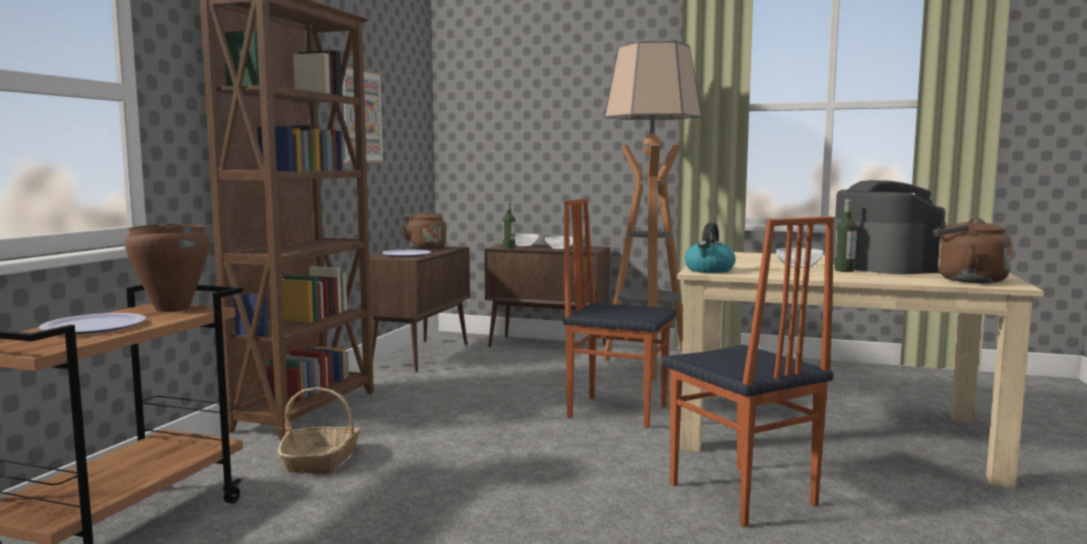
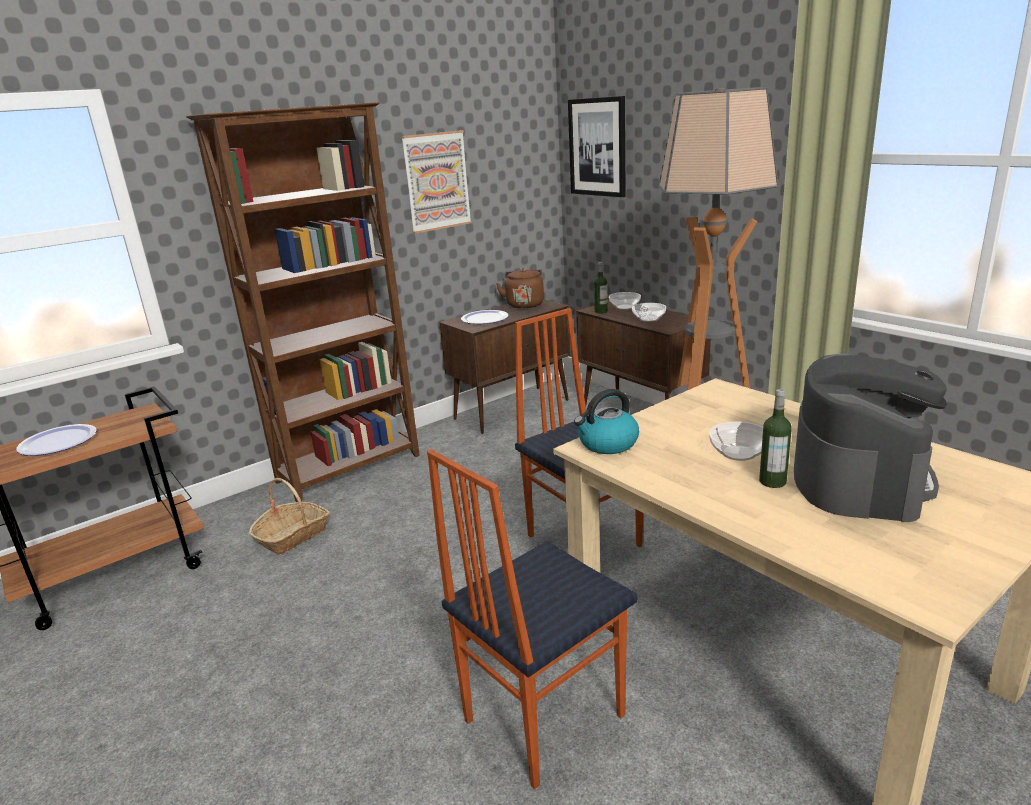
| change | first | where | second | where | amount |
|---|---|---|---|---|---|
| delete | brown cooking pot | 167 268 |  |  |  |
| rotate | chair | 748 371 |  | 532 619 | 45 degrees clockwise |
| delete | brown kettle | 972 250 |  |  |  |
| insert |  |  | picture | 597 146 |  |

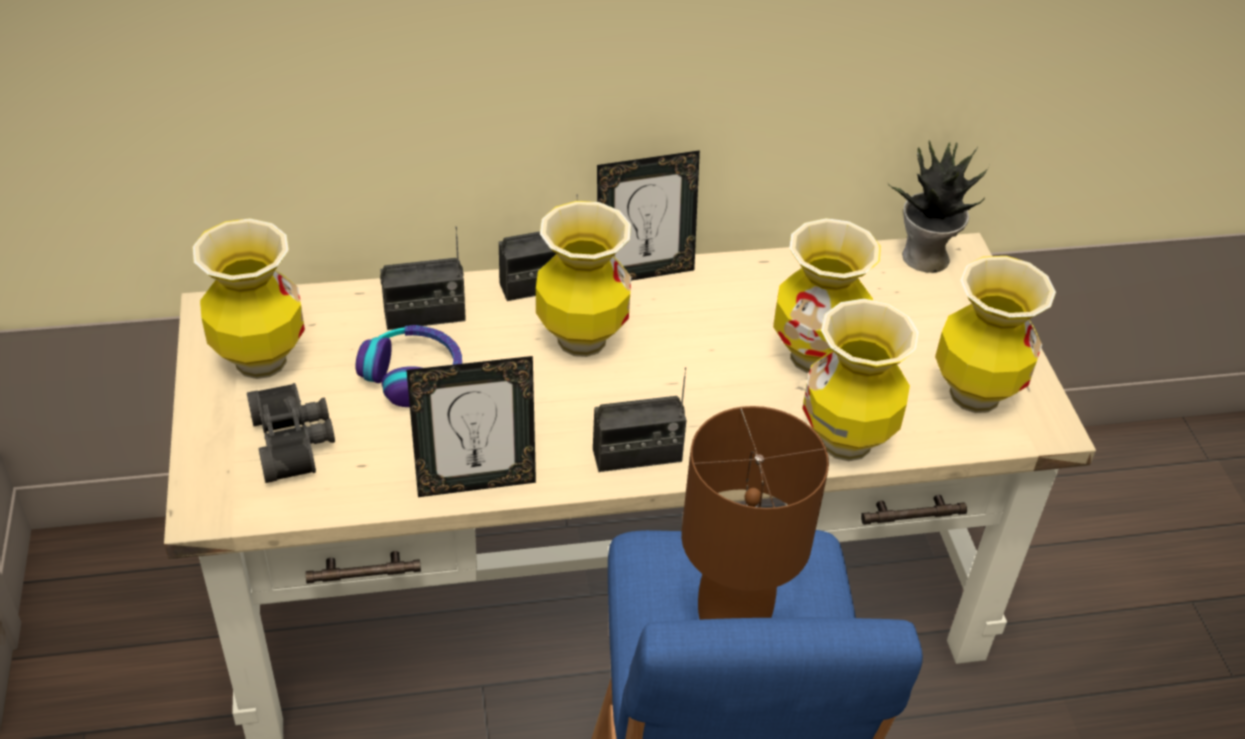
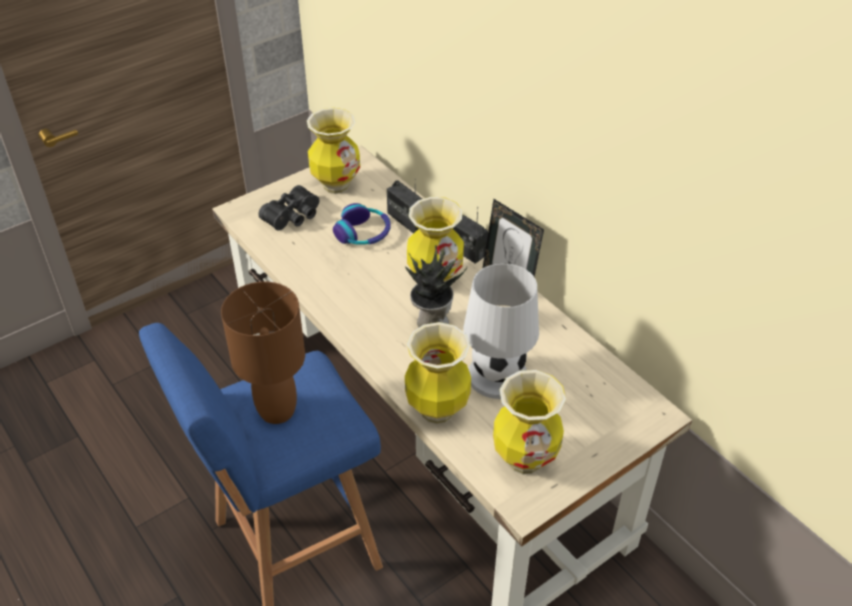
| change | first | where | second | where | amount |
|---|---|---|---|---|---|
| delete | picture frame | 471 426 |  |  |  |
| delete | radio | 640 419 |  |  |  |
| replace | vase | 827 295 | white table lamp | 501 331 |  |
| move | potted plant | 938 206 |  | 436 286 |  |

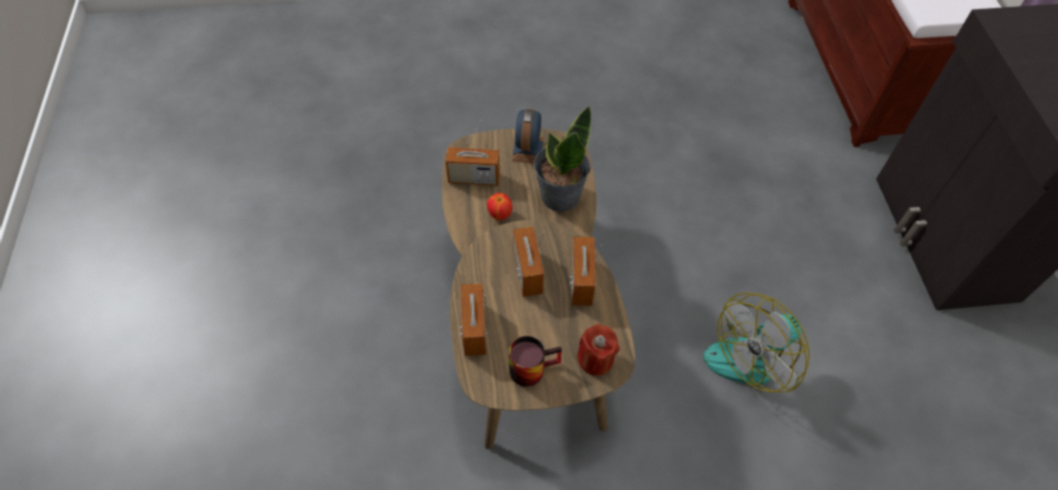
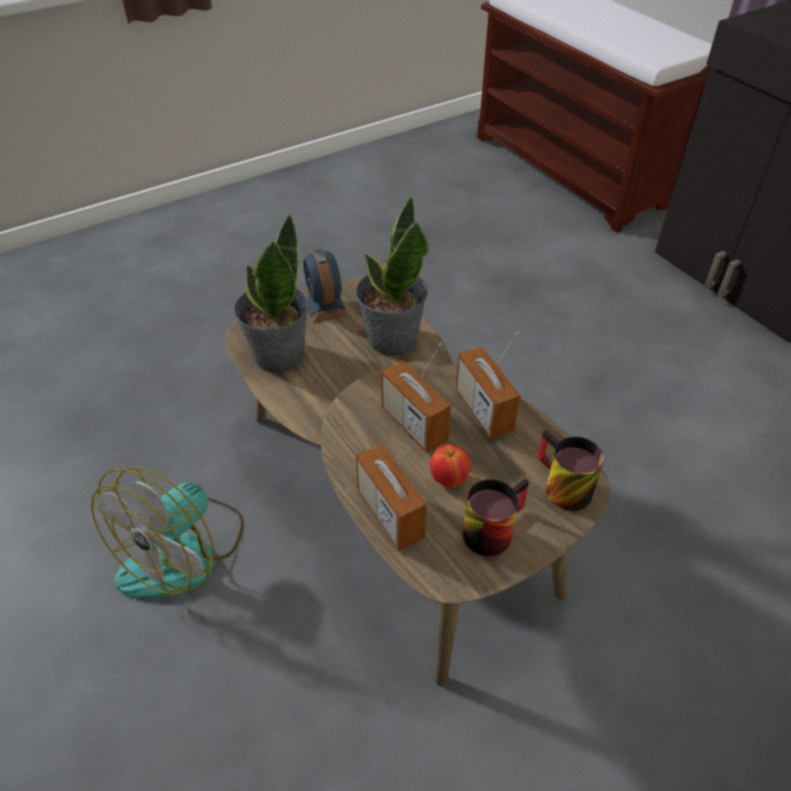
| change | first | where | second | where | amount |
|---|---|---|---|---|---|
| replace | radio | 473 153 | potted plant | 271 293 |  |
| move | apple | 500 206 |  | 450 466 |  |
| replace | red candle | 598 350 | mug | 570 470 |  |
| move | fan | 756 342 |  | 167 533 |  |

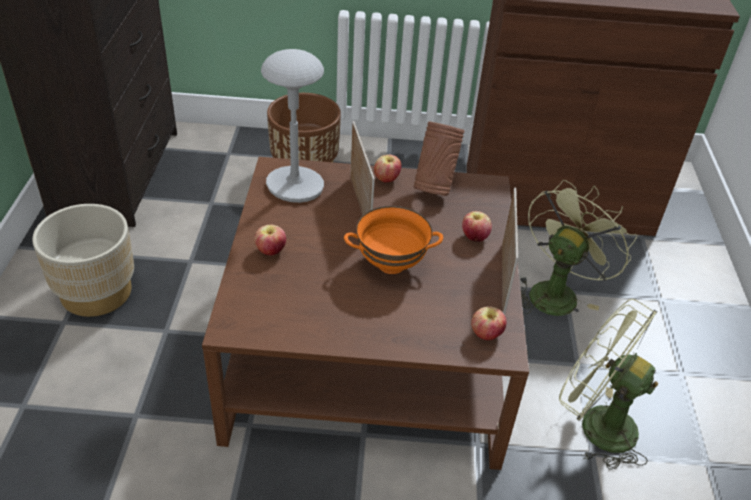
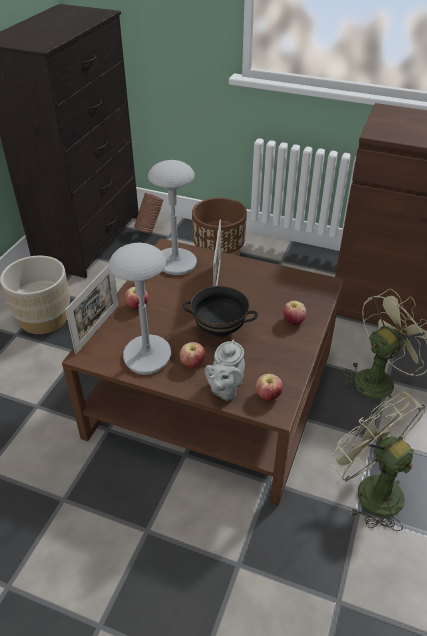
| change | first | where | second | where | amount |
|---|---|---|---|---|---|
| recolor | orange bowl | 393 240 | black bowl | 220 312 |  |
| move | apple | 388 168 |  | 192 355 |  |
| move | brown vase | 438 159 |  | 148 213 |  |
| move | picture frame | 510 251 |  | 92 309 |  |
| insert |  |  | grey table lamp | 140 309 |  |
| insert |  |  | grey teapot | 225 370 |  |

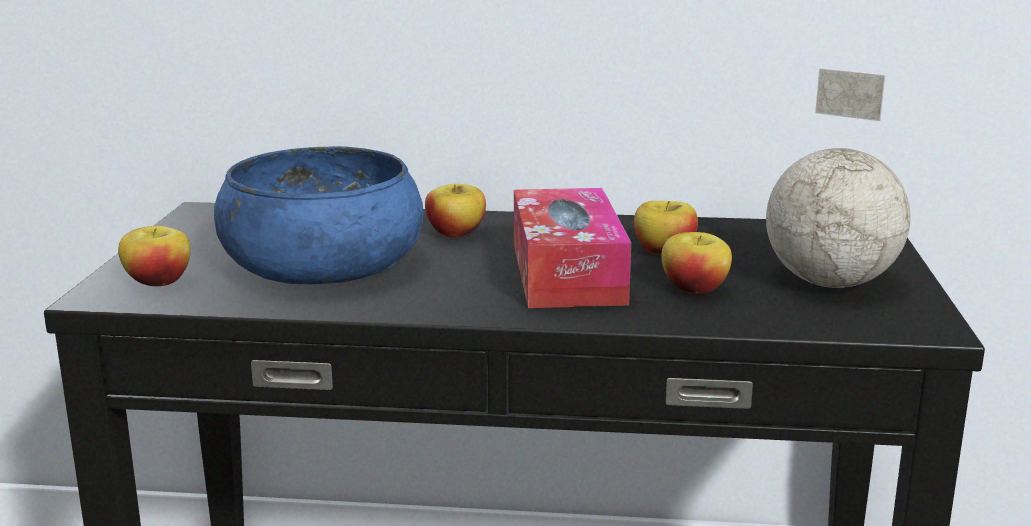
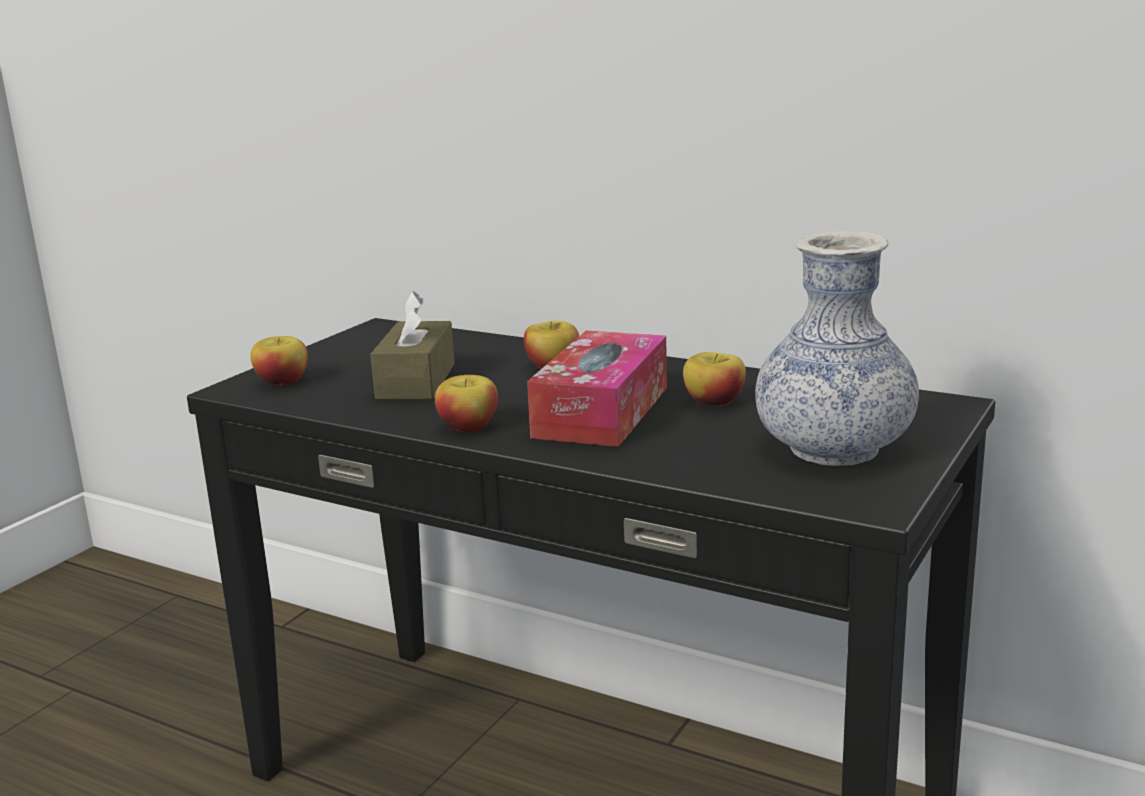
| change | first | where | second | where | amount |
|---|---|---|---|---|---|
| replace | blue bowl | 319 215 | brown tissue box | 412 345 |  |
| move | apple | 696 263 |  | 466 403 |  |
| replace | globe | 838 178 | vase | 837 348 |  |

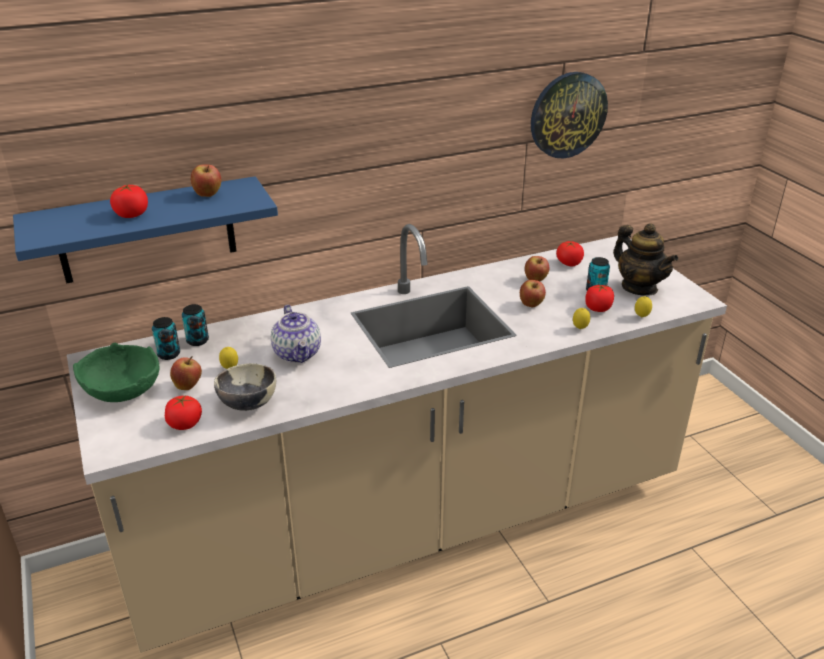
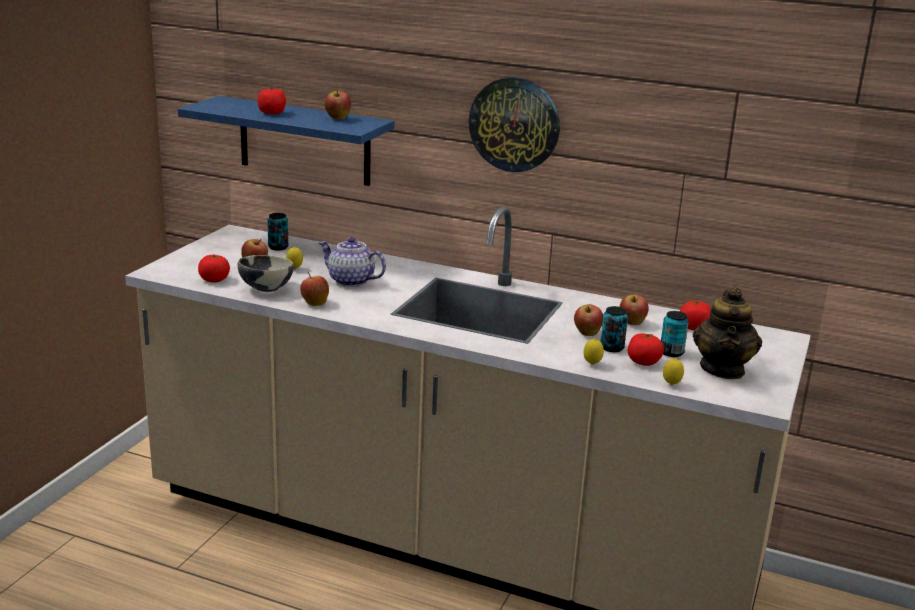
| change | first | where | second | where | amount |
|---|---|---|---|---|---|
| delete | green bowl | 116 372 |  |  |  |
| move | can | 195 325 |  | 614 329 |  |
| rotate | teapot | 296 334 |  | 352 262 | 90 degrees clockwise |
| move | wall clock | 569 115 |  | 514 124 |  |
| insert |  |  | apple | 314 288 |  |

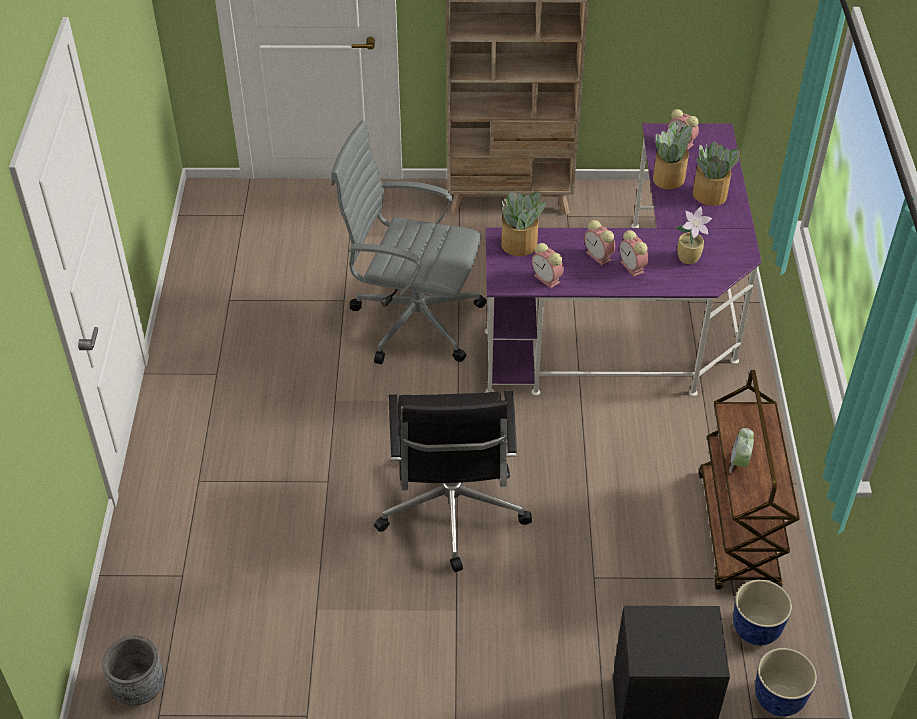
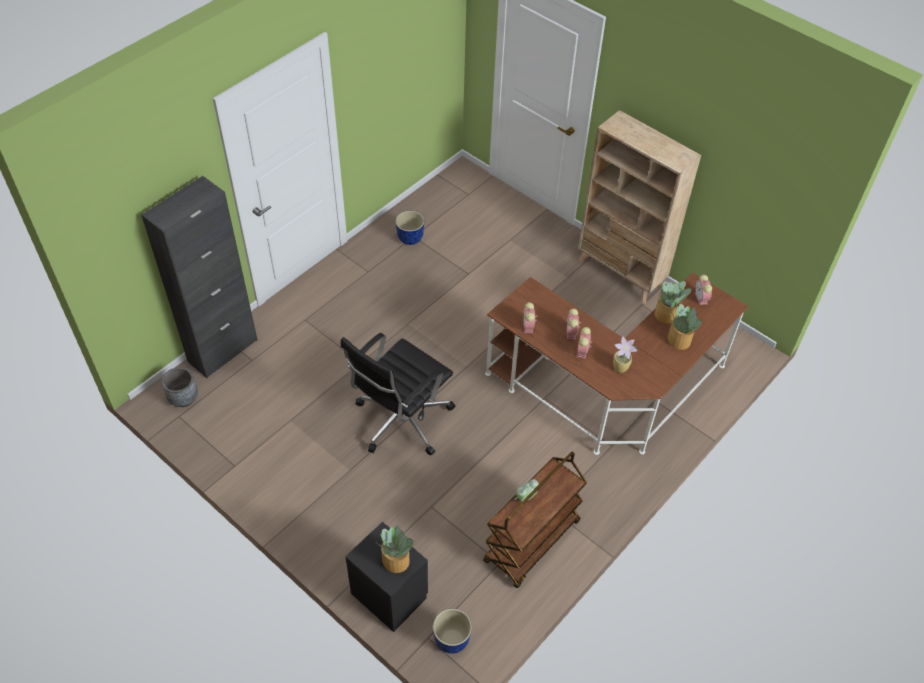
| change | first | where | second | where | amount |
|---|---|---|---|---|---|
| delete | grey office chair | 409 242 |  |  |  |
| recolor | purple desk | 623 259 | brown desk | 617 363 |  |
| move | potted plant | 523 224 |  | 395 549 |  |
| move | planter | 762 612 |  | 409 228 |  |
| insert |  |  | black cabinet | 199 277 |  |

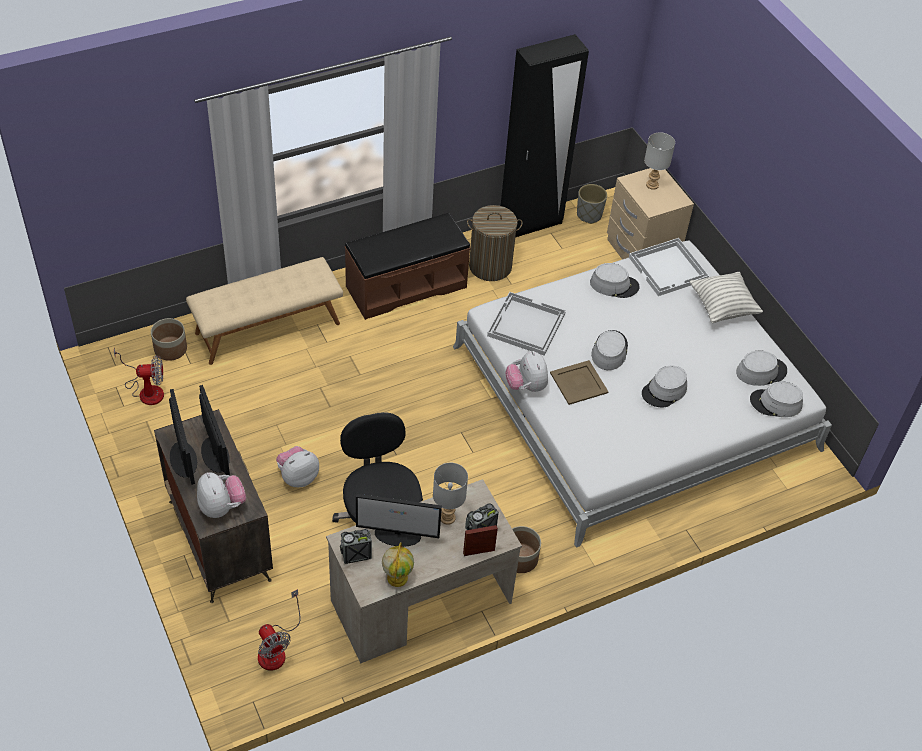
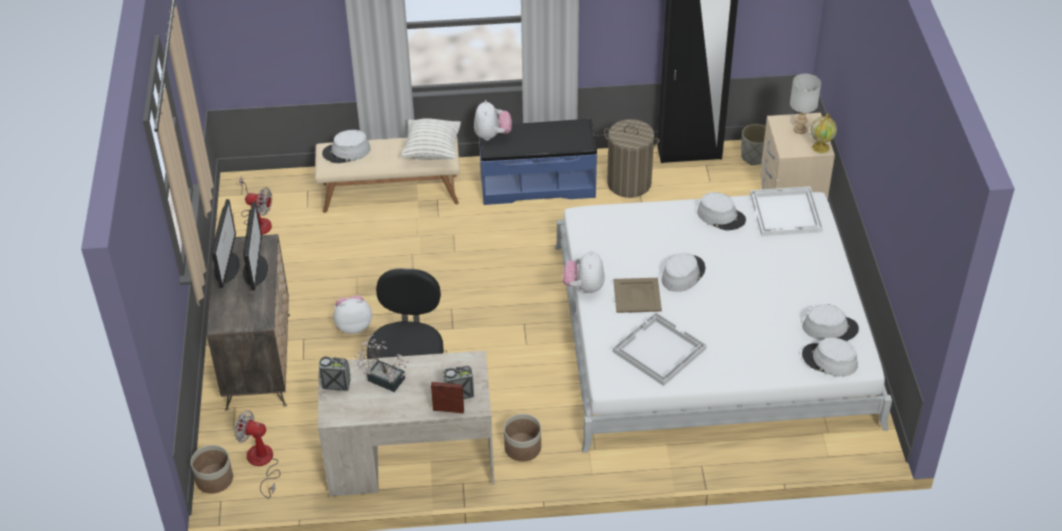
| change | first | where | second | where | amount |
|---|---|---|---|---|---|
| move | planter | 169 339 |  | 212 469 |  |
| move | plush toy | 221 495 |  | 493 120 |  |
| rotate | fan | 279 630 |  | 257 454 | 120 degrees clockwise |
| recolor | brown bench | 407 266 | blue bench | 538 162 |  |
| replace | monitor | 399 520 | potted plant | 382 363 |  |
| move | globe | 398 564 |  | 823 133 |  |
| delete | grey table lamp | 450 494 |  |  |  |
| move | white tray | 526 324 |  | 660 349 |  |
| move | grey hat | 664 387 |  | 346 146 |  |
| move | pillow | 726 297 |  | 431 139 |  |

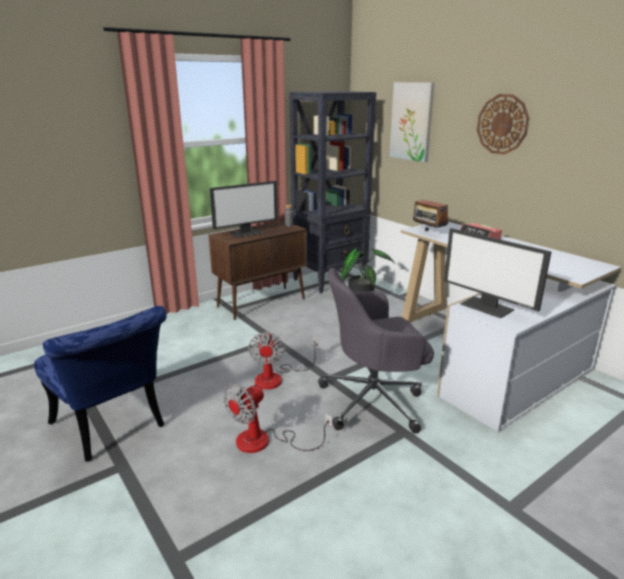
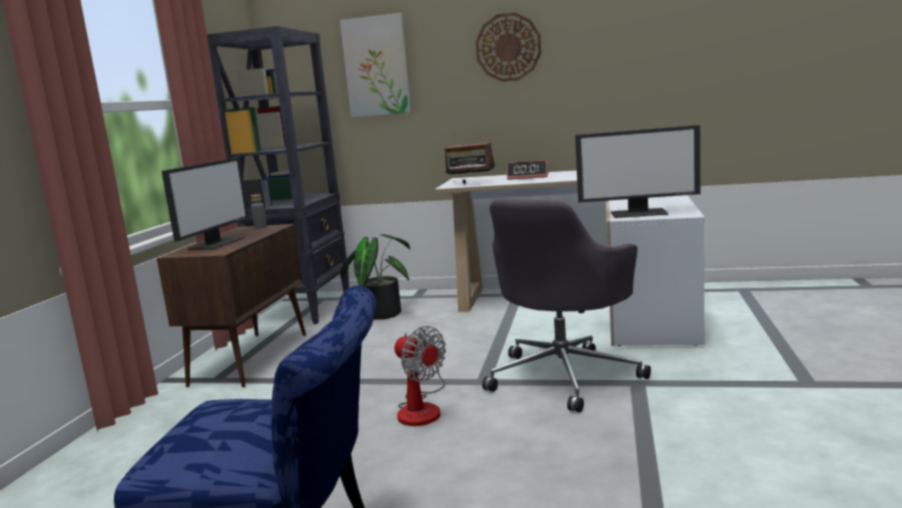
| change | first | where | second | where | amount |
|---|---|---|---|---|---|
| delete | fan | 278 418 |  |  |  |

